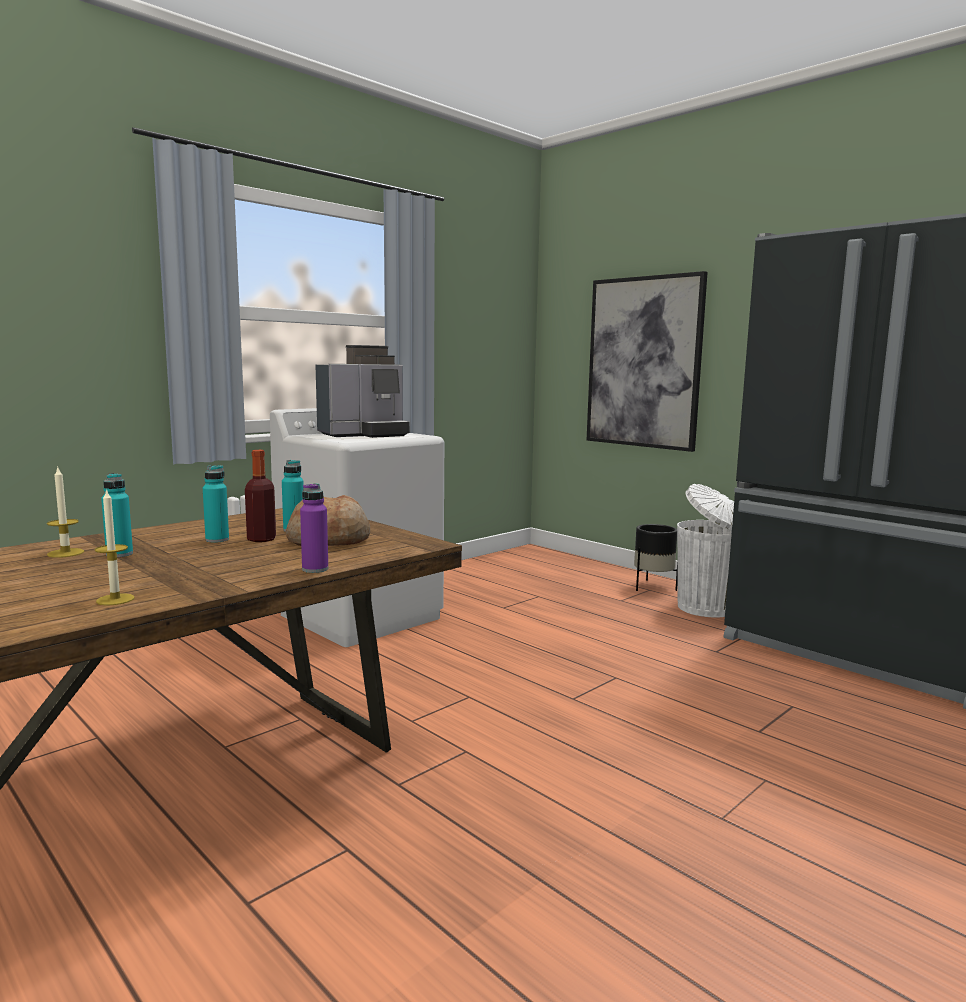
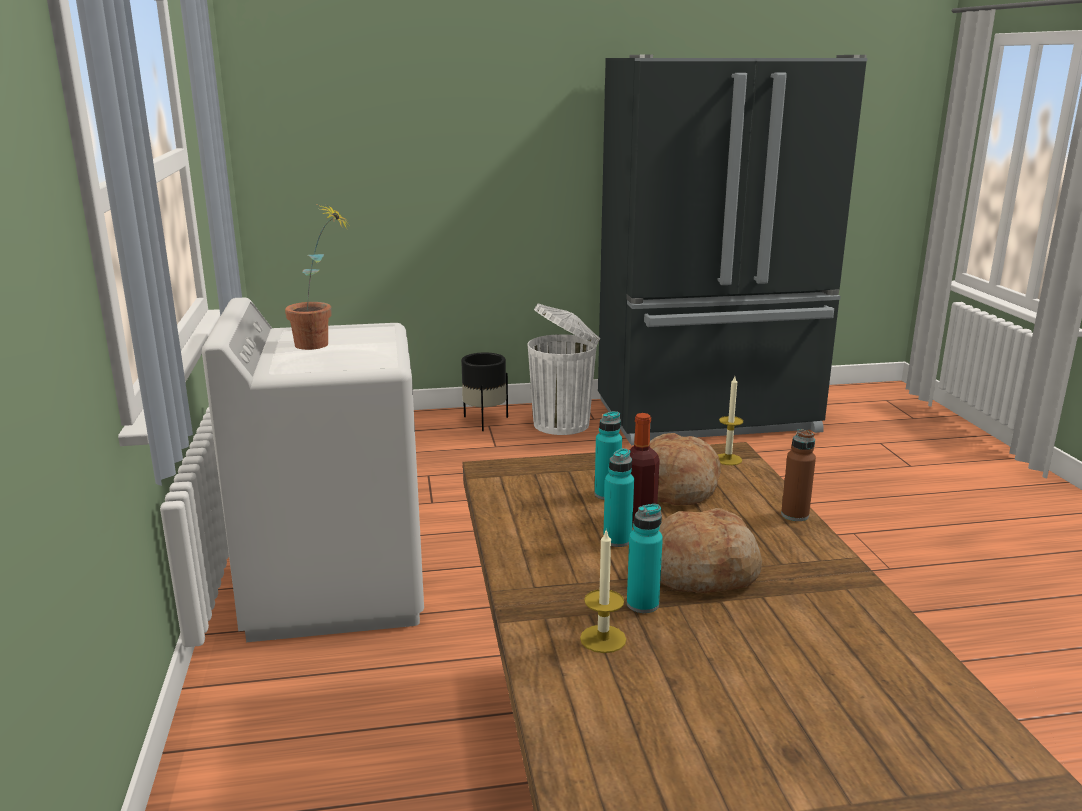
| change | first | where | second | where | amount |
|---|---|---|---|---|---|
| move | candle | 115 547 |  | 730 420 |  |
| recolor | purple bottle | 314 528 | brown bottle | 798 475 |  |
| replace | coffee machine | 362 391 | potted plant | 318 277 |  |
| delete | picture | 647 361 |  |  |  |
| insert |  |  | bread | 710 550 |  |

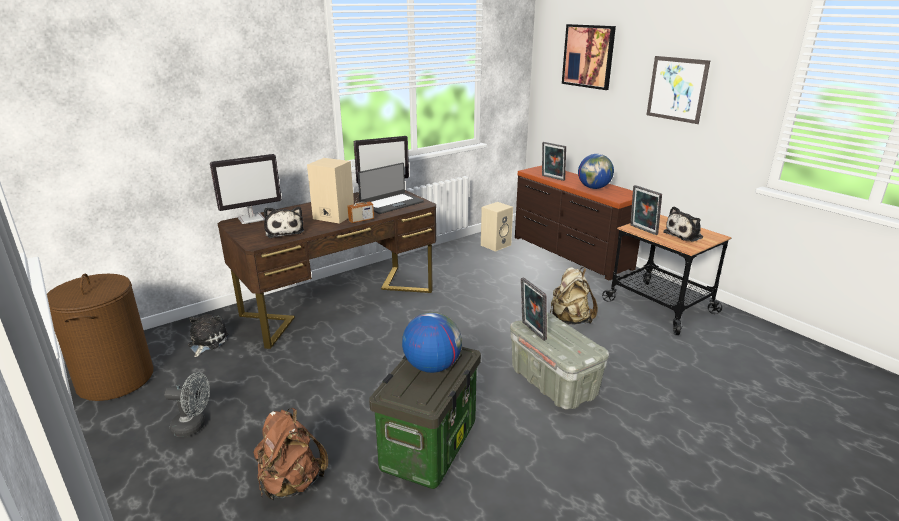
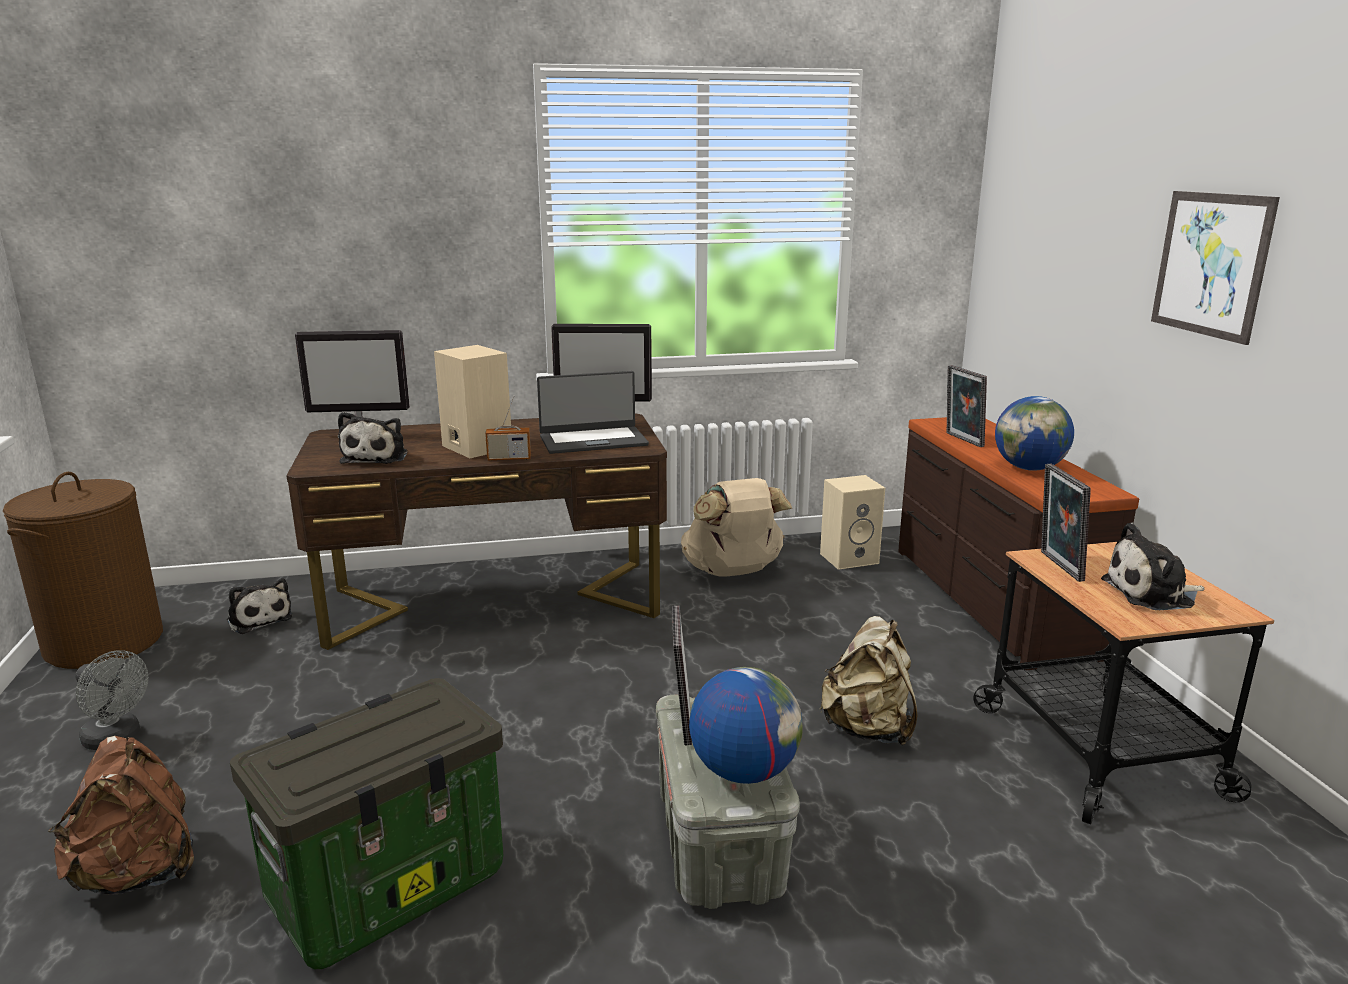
| change | first | where | second | where | amount |
|---|---|---|---|---|---|
| rotate | plush toy | 208 335 |  | 260 606 | 105 degrees clockwise |
| move | globe | 432 342 |  | 746 725 |  |
| delete | picture | 589 57 |  |  |  |
| insert |  |  | beige backpack | 736 527 |  |

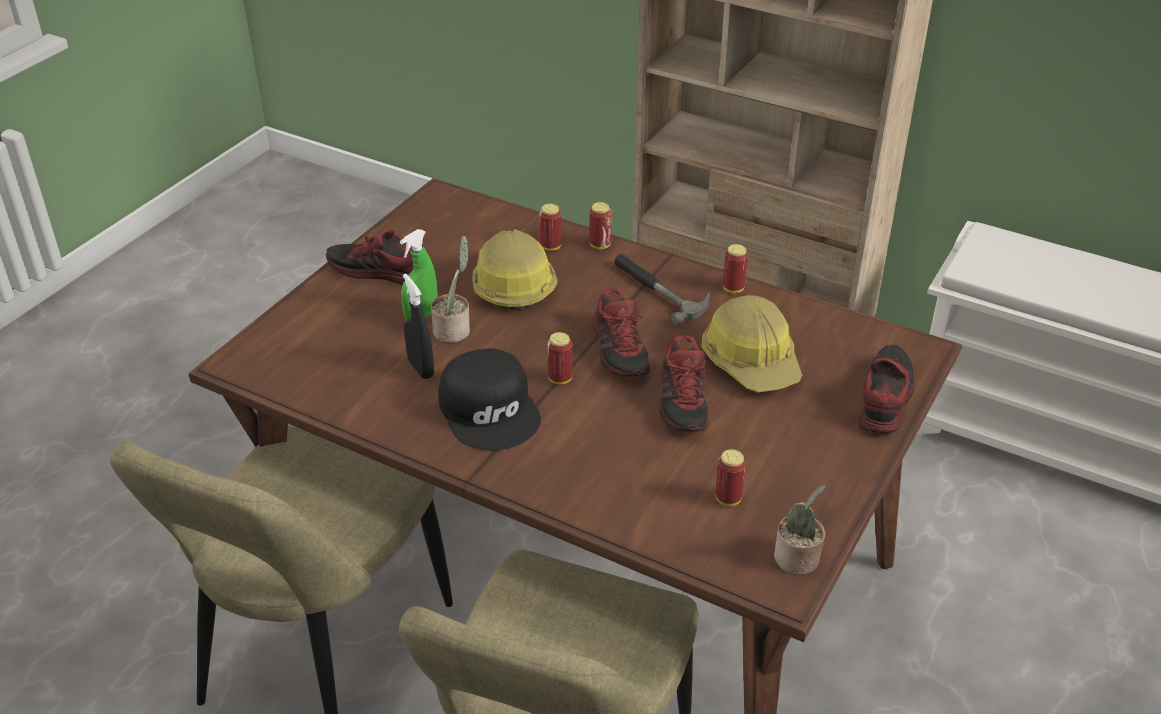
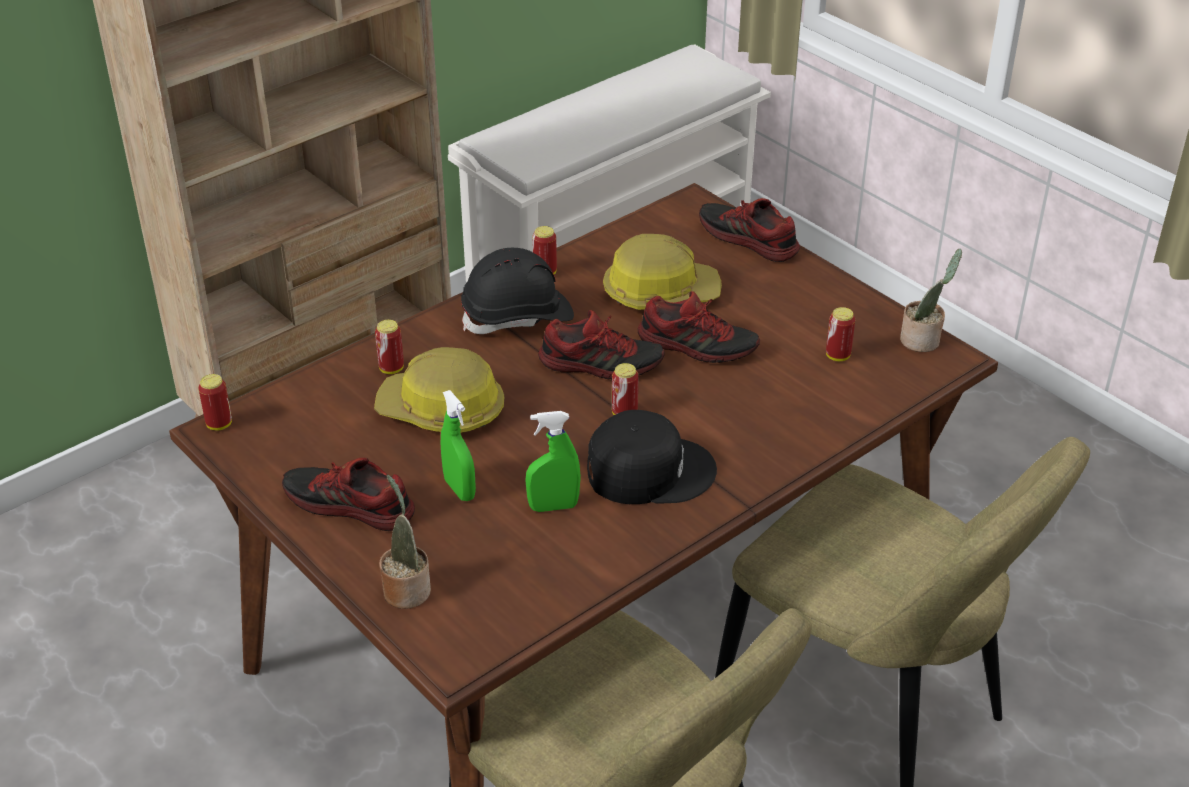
| change | first | where | second | where | amount |
|---|---|---|---|---|---|
| rotate | shoe | 374 257 |  | 348 494 | 75 degrees clockwise |
| recolor | black spray bottle | 418 326 | green spray bottle | 553 461 |  |
| move | potted plant | 450 289 |  | 405 542 |  |
| move | can | 600 225 |  | 215 402 |  |
| replace | hammer | 662 290 | black hard hat | 517 291 |  |

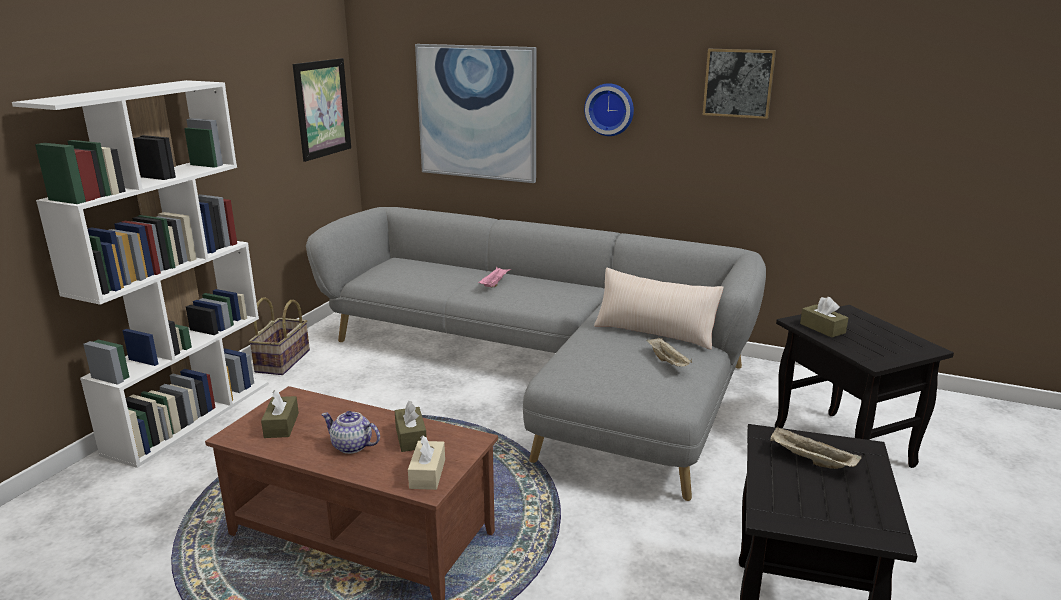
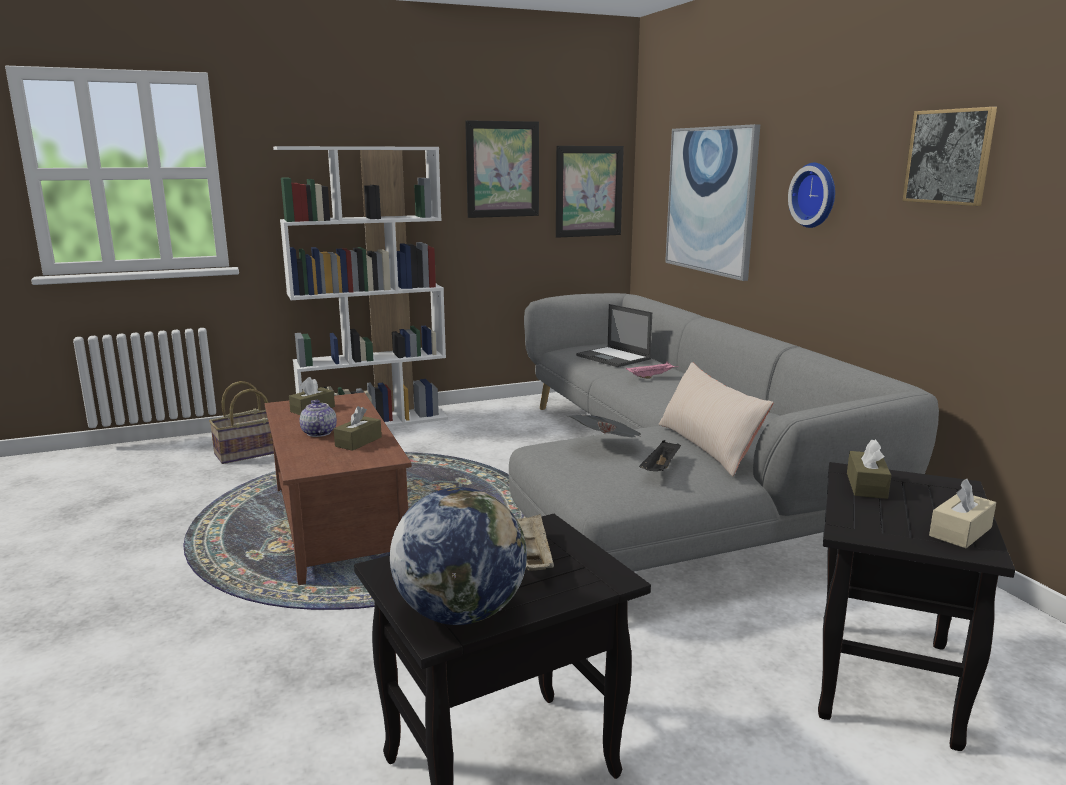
| change | first | where | second | where | amount |
|---|---|---|---|---|---|
| move | basket | 279 336 |  | 241 422 |  |
| move | beige tissue box | 426 463 |  | 962 513 |  |
| recolor | beige tray | 669 352 | black tray | 660 455 |  |
| insert |  |  | globe | 458 556 |  |
| insert |  |  | picture | 502 169 |  |
| insert |  |  | newspaper | 605 426 |  |
| insert |  |  | laptop | 614 335 |  |

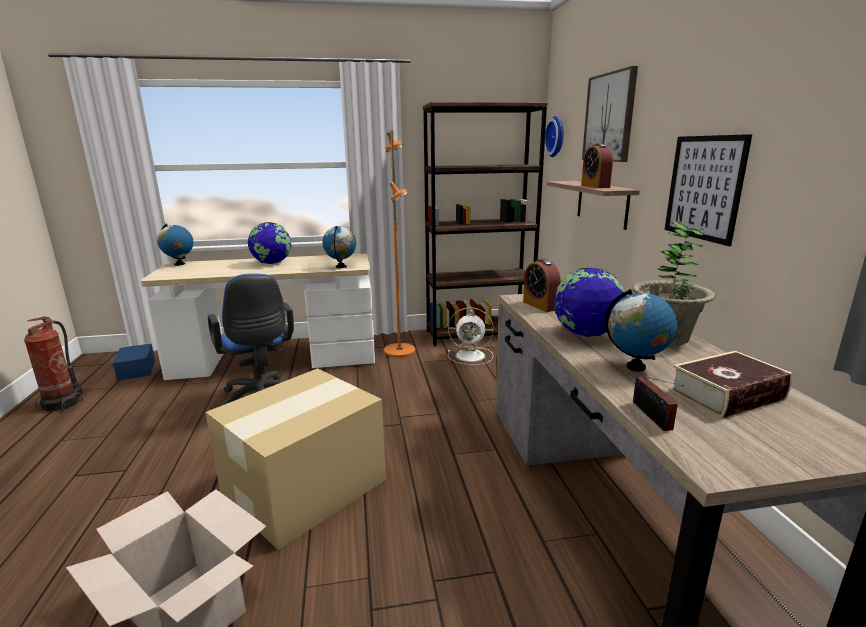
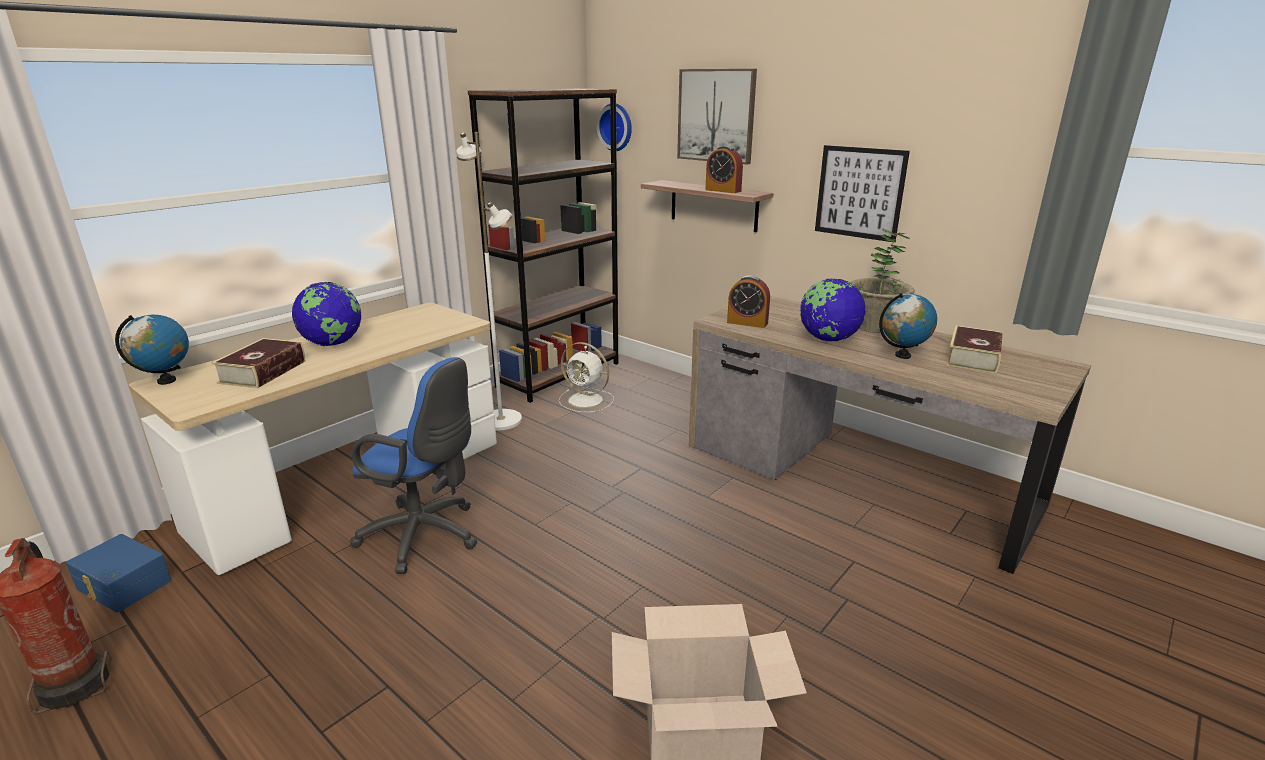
| change | first | where | second | where | amount |
|---|---|---|---|---|---|
| delete | cardboard box | 295 459 |  |  |  |
| delete | globe | 339 247 |  |  |  |
| recolor | orange floor lamp | 399 244 | white floor lamp | 489 281 |  |
| rotate | white fan | 471 336 |  | 586 377 | 60 degrees clockwise |
| delete | radio | 658 403 |  |  |  |
| insert |  |  | book | 258 363 |  |

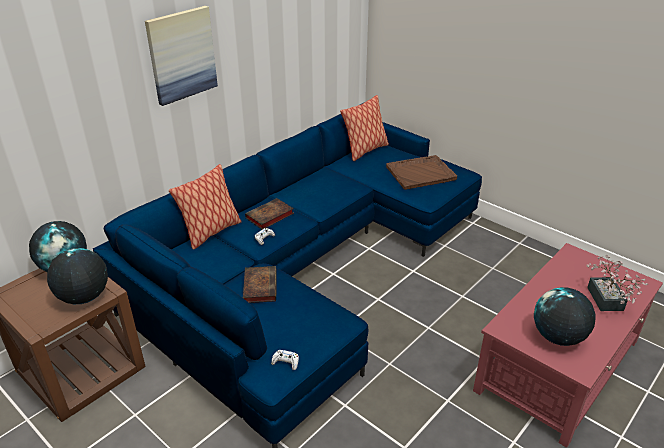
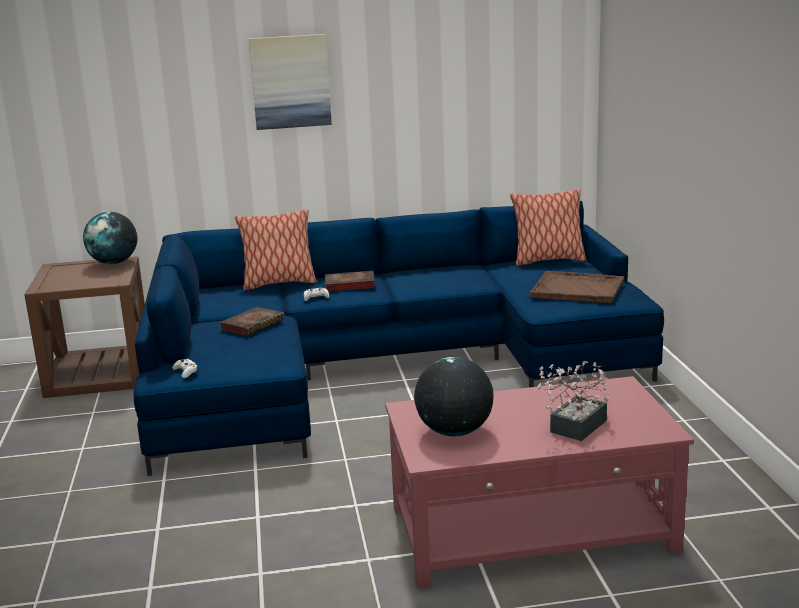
| change | first | where | second | where | amount |
|---|---|---|---|---|---|
| delete | globe | 77 276 |  |  |  |

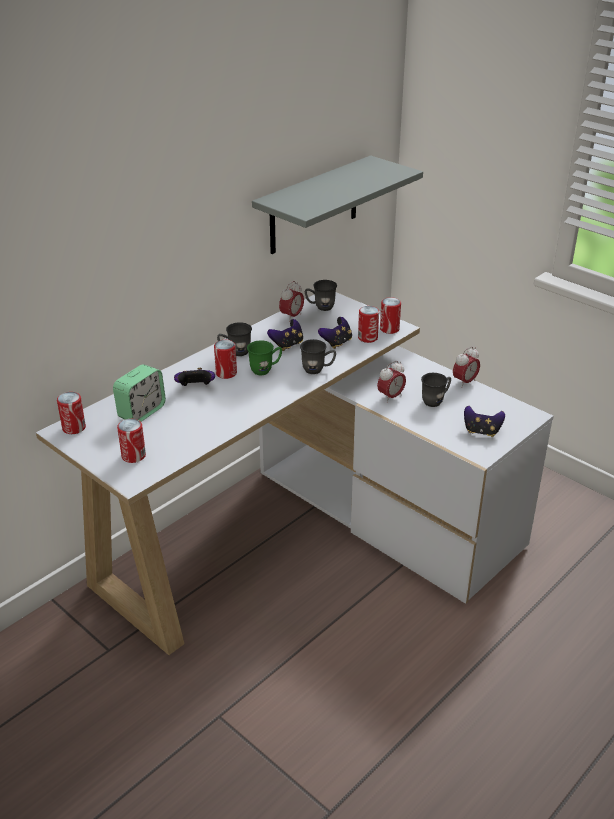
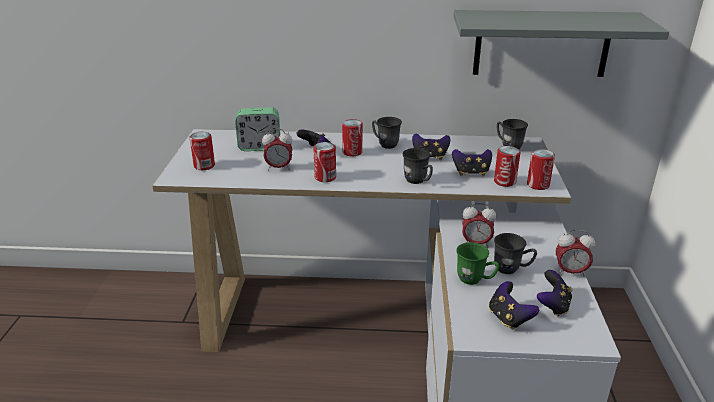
| change | first | where | second | where | amount |
|---|---|---|---|---|---|
| move | can | 71 413 |  | 324 162 |  |
| move | green mug | 264 357 |  | 477 263 |  |
| move | alarm clock | 291 301 |  | 277 150 |  |
| insert |  |  | game controller | 554 293 |  |

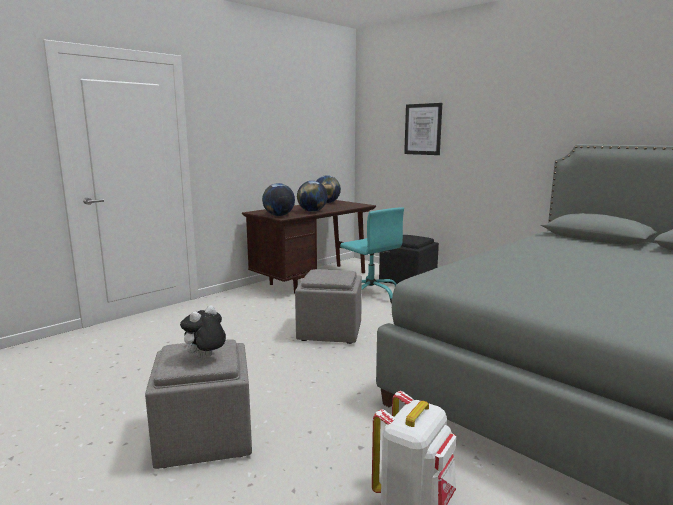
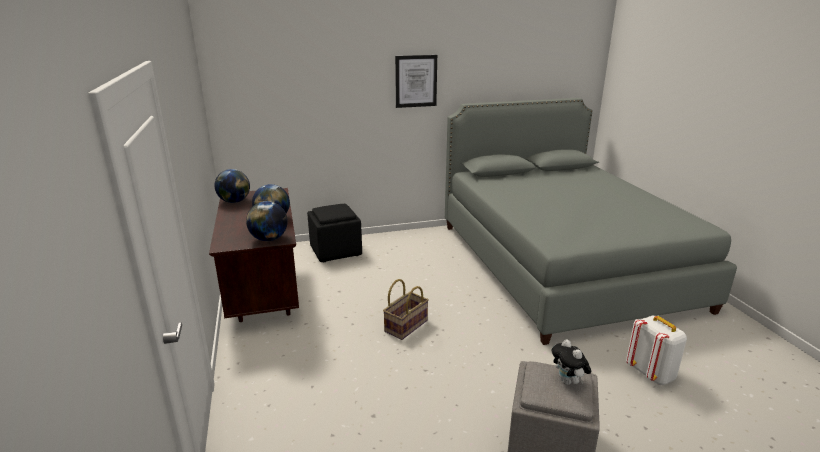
| change | first | where | second | where | amount |
|---|---|---|---|---|---|
| replace | grey ottoman | 328 306 | basket | 406 309 |  |
| delete | turquoise office chair | 372 255 |  |  |  |
| move | picture | 423 129 |  | 416 81 |  |

